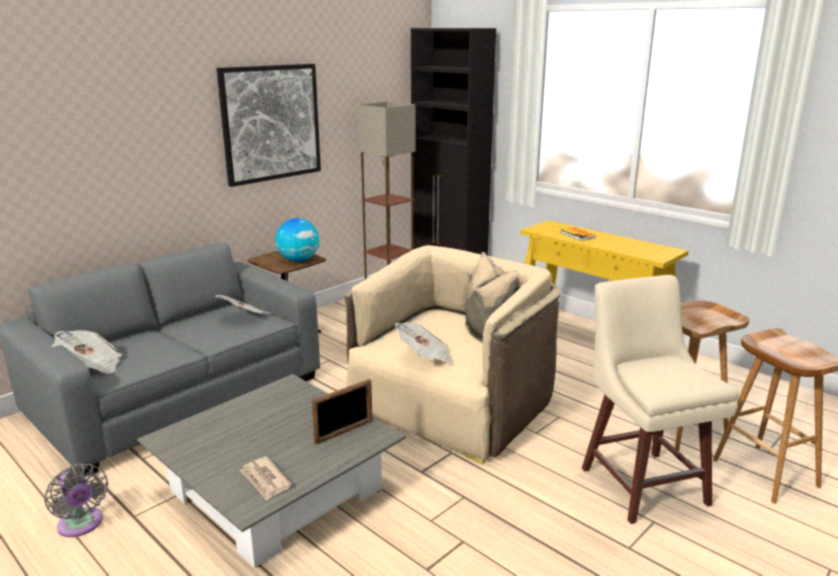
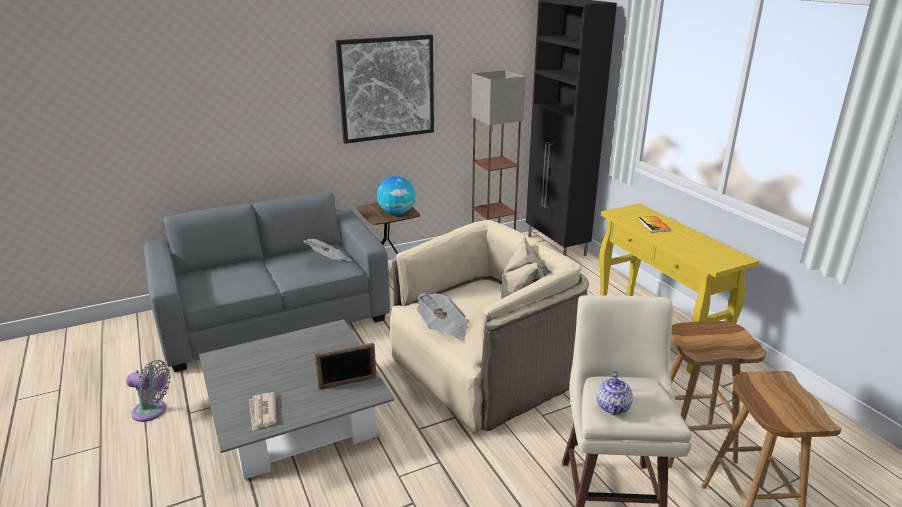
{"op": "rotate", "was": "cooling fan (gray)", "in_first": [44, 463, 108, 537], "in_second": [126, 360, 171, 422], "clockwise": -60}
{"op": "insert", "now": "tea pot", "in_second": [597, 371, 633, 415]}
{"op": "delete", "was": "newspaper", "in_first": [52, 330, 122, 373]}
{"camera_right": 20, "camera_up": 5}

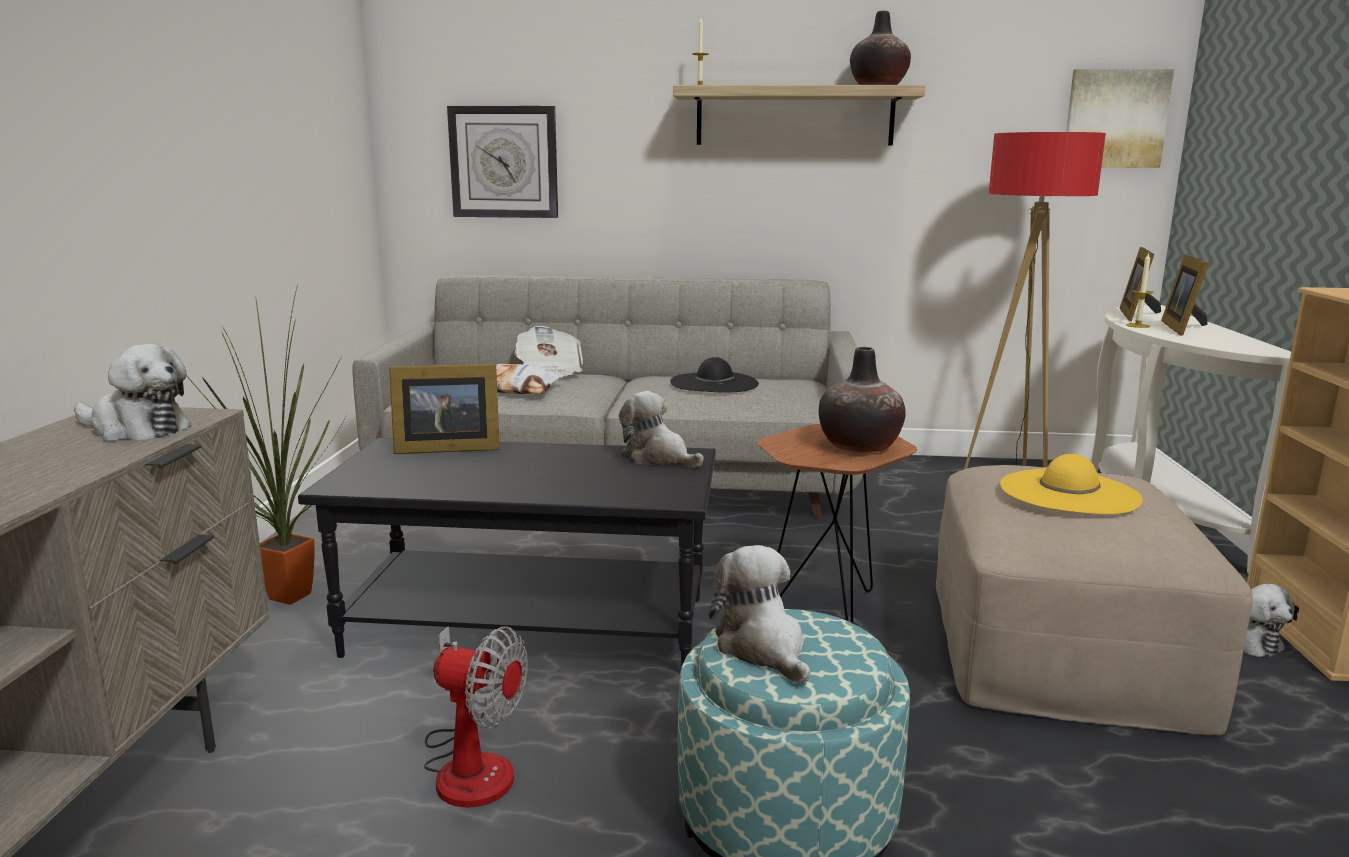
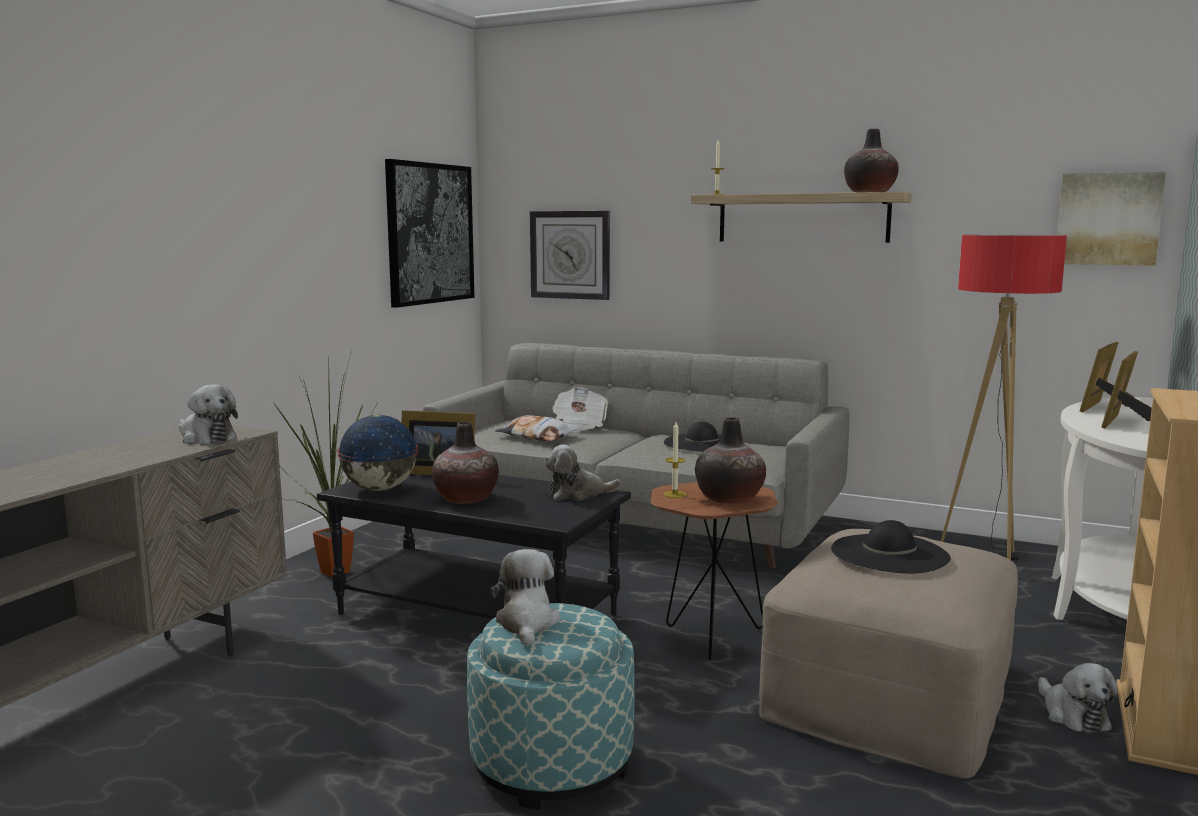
{"op": "insert", "now": "globe", "in_second": [337, 415, 418, 491]}
{"op": "insert", "now": "wall art", "in_second": [385, 159, 474, 308]}
{"op": "insert", "now": "decorative vase", "in_second": [432, 421, 499, 504]}
{"op": "rotate", "was": "cuddly toy", "in_first": [619, 391, 704, 468], "in_second": [544, 445, 621, 500], "clockwise": -75}
{"op": "move", "was": "wax candle", "in_first": [1126, 252, 1153, 328], "in_second": [663, 422, 686, 498]}
{"op": "recolor", "was": "hat (yellow)", "now": "hat (blackish)", "in_first": [1000, 454, 1143, 514], "in_second": [831, 520, 951, 574]}
{"op": "delete", "was": "cooling fan", "in_first": [424, 626, 528, 808]}
{"camera_right": 20, "camera_up": -5}

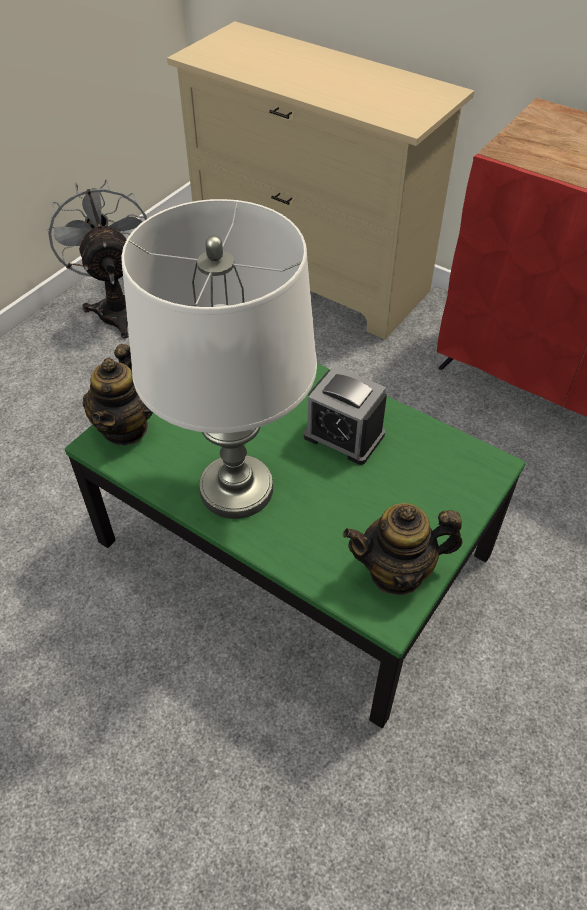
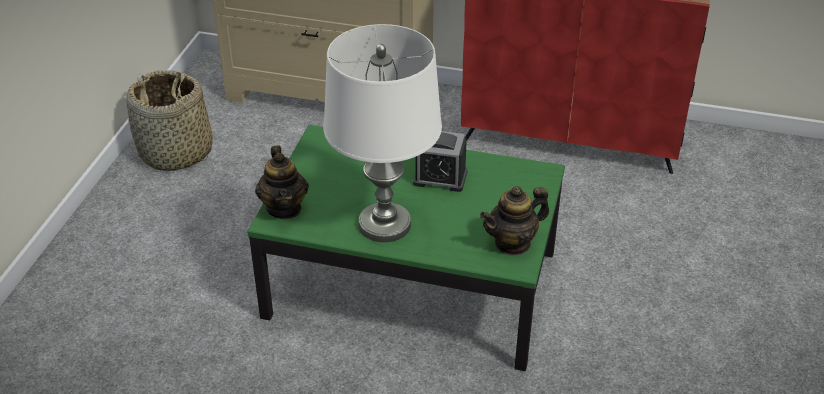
{"op": "replace", "was": "cooling fan (gray)", "now": "basket", "in_first": [48, 179, 147, 338], "in_second": [127, 70, 213, 171]}
{"camera_right": -20, "camera_up": -10}

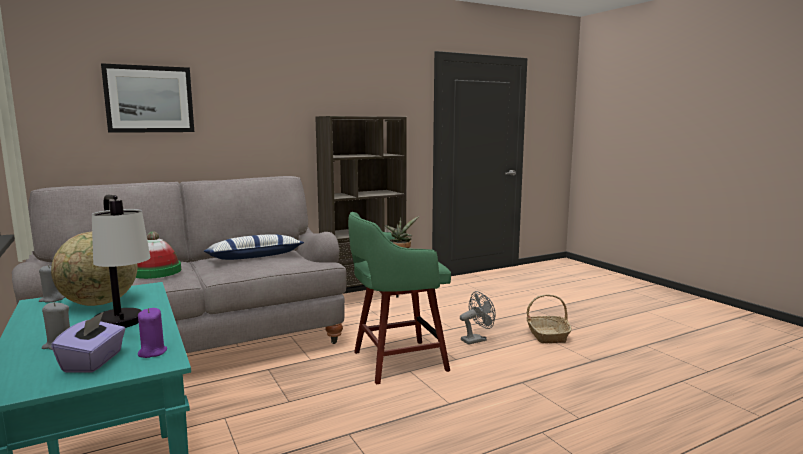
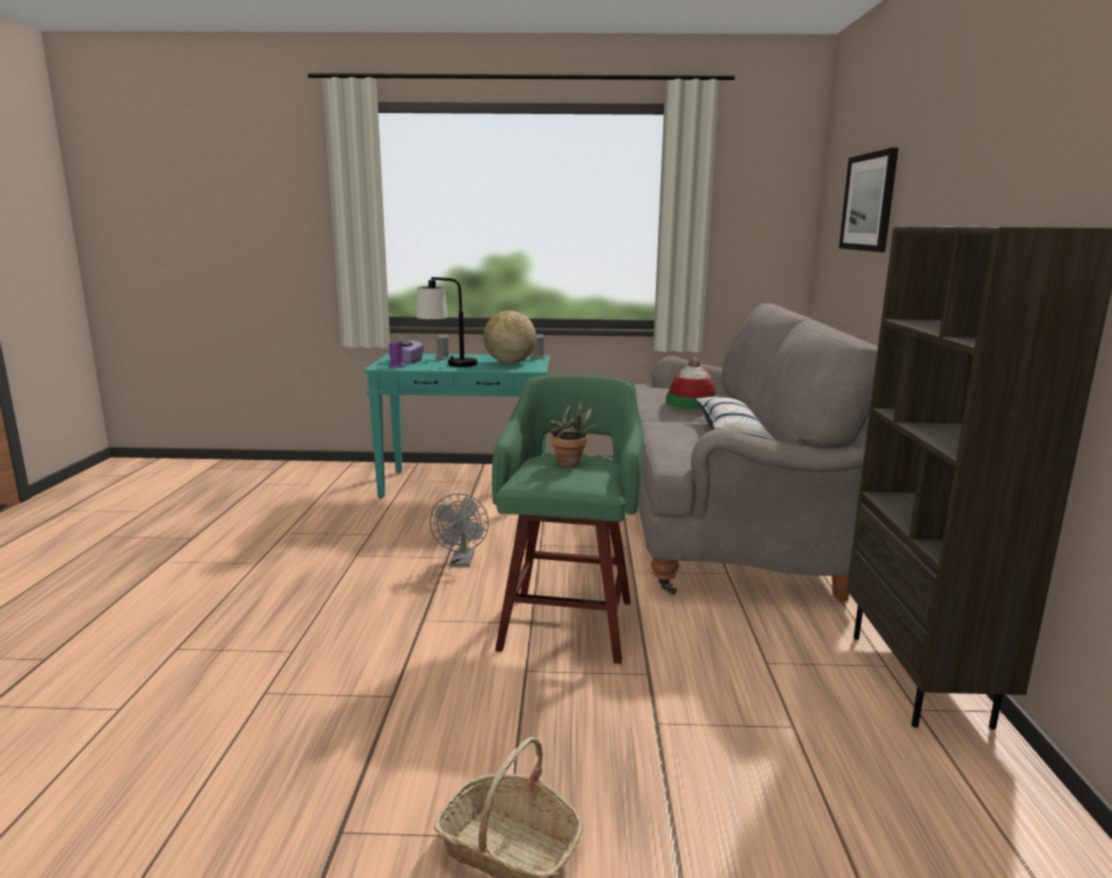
{"op": "move", "was": "cooling fan (gray)", "in_first": [460, 291, 496, 345], "in_second": [430, 493, 489, 567]}
{"camera_right": 120, "camera_up": 5}

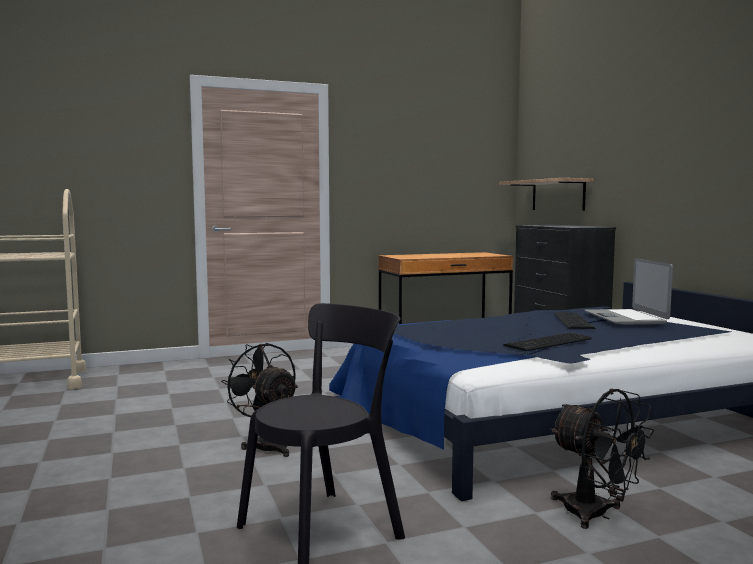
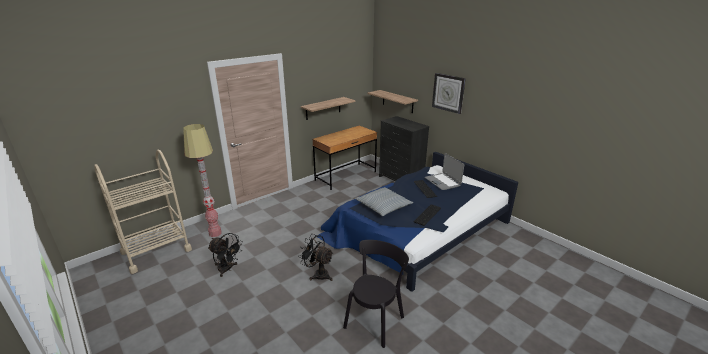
{"op": "insert", "now": "standing lamp", "in_second": [183, 124, 221, 237]}
{"op": "move", "was": "cooling fan (blackish)", "in_first": [550, 388, 654, 529], "in_second": [208, 233, 243, 277]}
{"op": "insert", "now": "wall shelf", "in_second": [301, 97, 356, 120]}
{"op": "insert", "now": "throw pillow", "in_second": [355, 187, 413, 216]}
{"op": "insert", "now": "hanging clock", "in_second": [432, 73, 466, 114]}
{"camera_right": -20, "camera_up": 20}

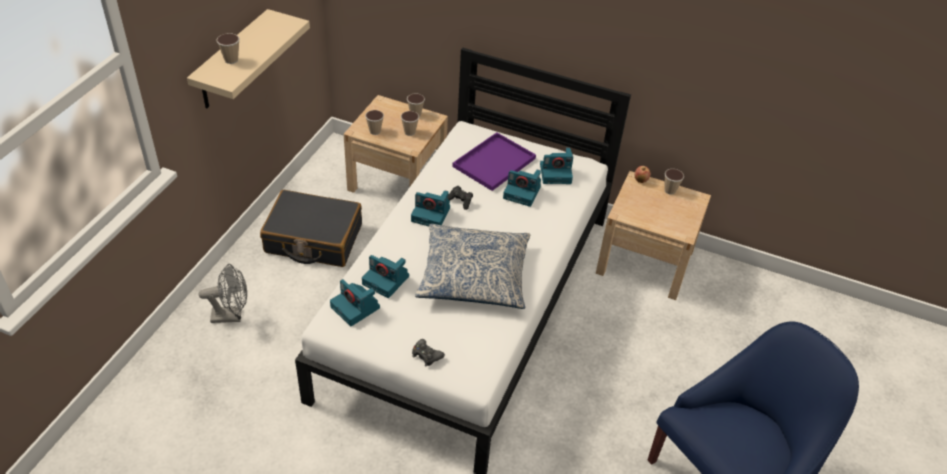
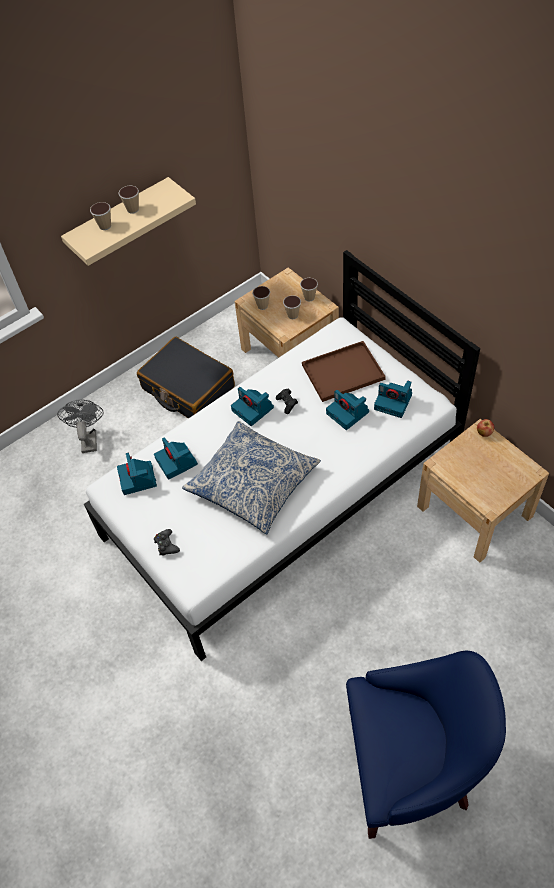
{"op": "rotate", "was": "cooling fan (gray)", "in_first": [198, 264, 247, 323], "in_second": [57, 400, 104, 453], "clockwise": -120}
{"op": "move", "was": "drinking cup", "in_first": [664, 169, 684, 195], "in_second": [118, 186, 139, 214]}
{"op": "recolor", "was": "carrying tray (purple)", "now": "carrying tray (brownish)", "in_first": [452, 132, 536, 191], "in_second": [302, 341, 386, 402]}
{"camera_right": 35, "camera_up": 10}

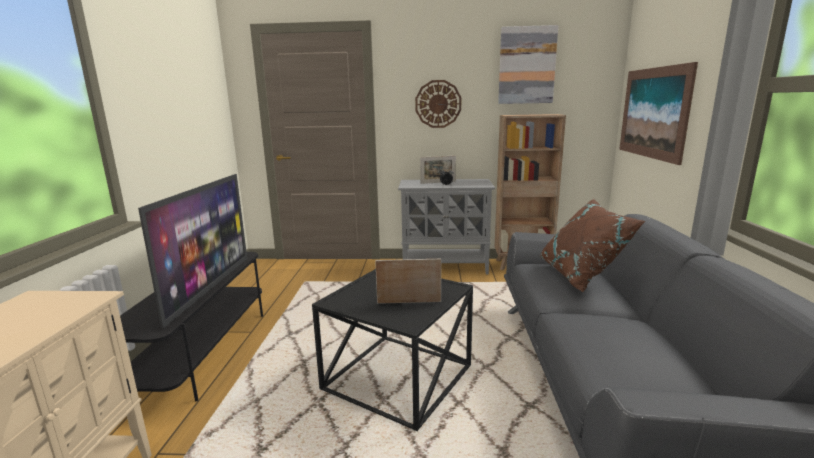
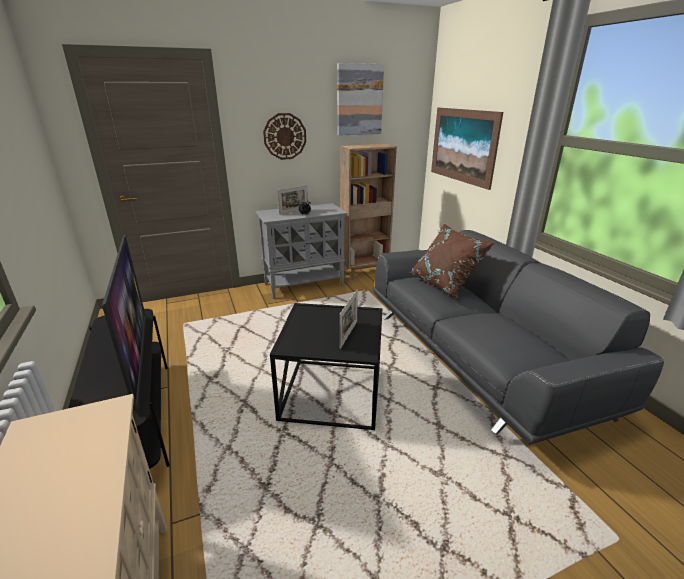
{"op": "rotate", "was": "standing frame", "in_first": [375, 259, 441, 304], "in_second": [339, 290, 358, 349], "clockwise": 135}
{"camera_right": -25, "camera_up": 10}

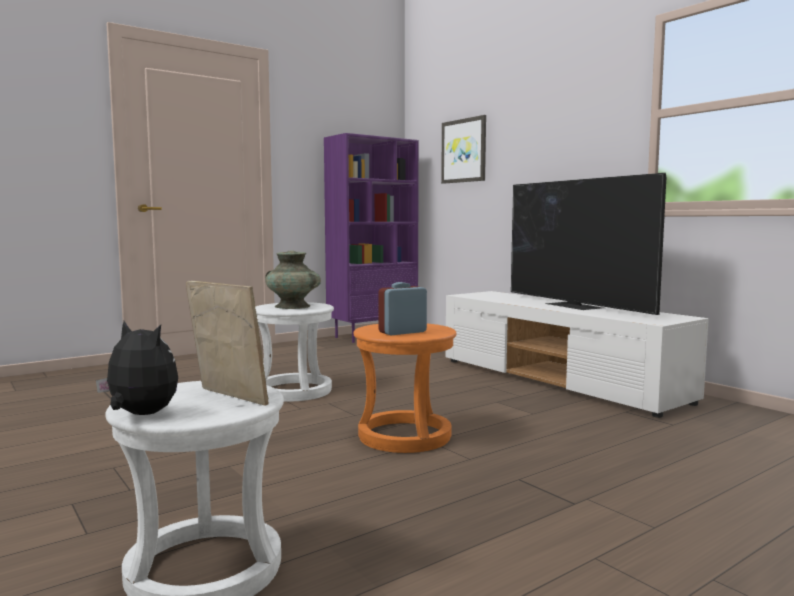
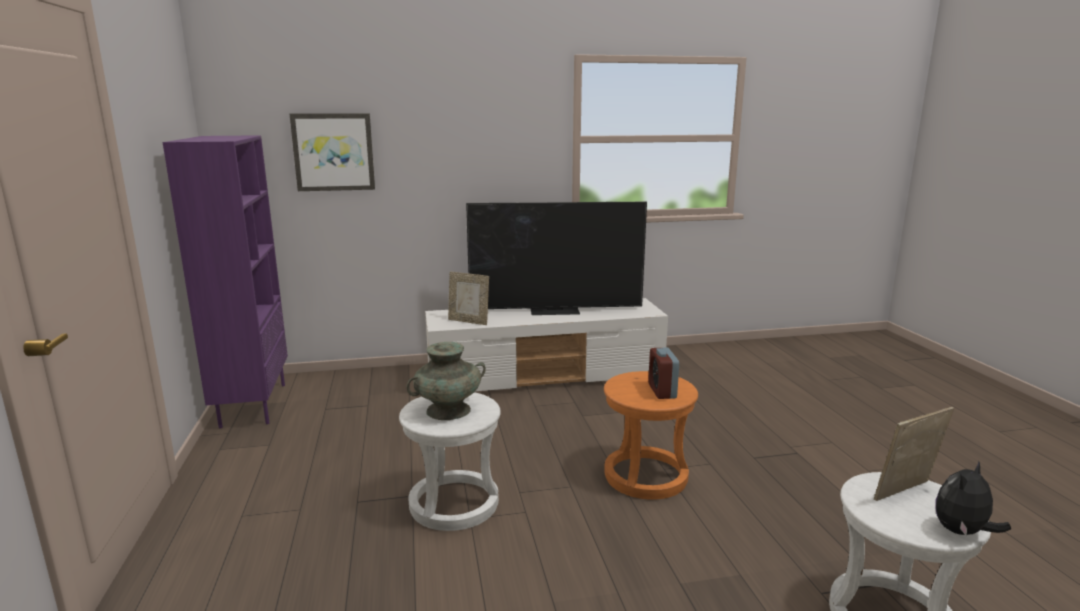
{"op": "insert", "now": "standing frame", "in_second": [448, 272, 489, 325]}
{"camera_right": -65, "camera_up": 10}

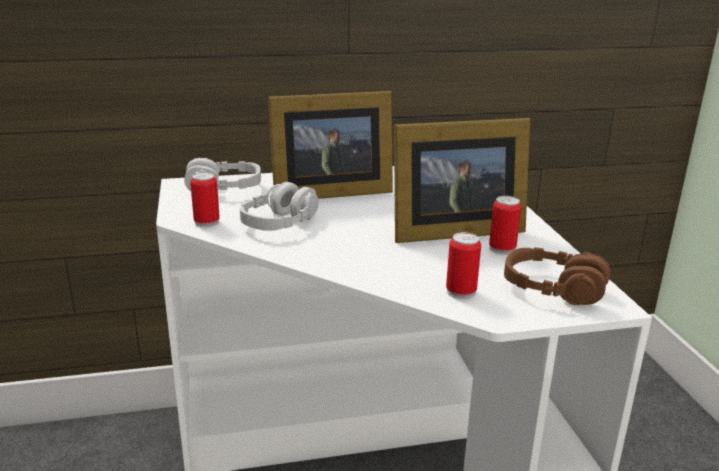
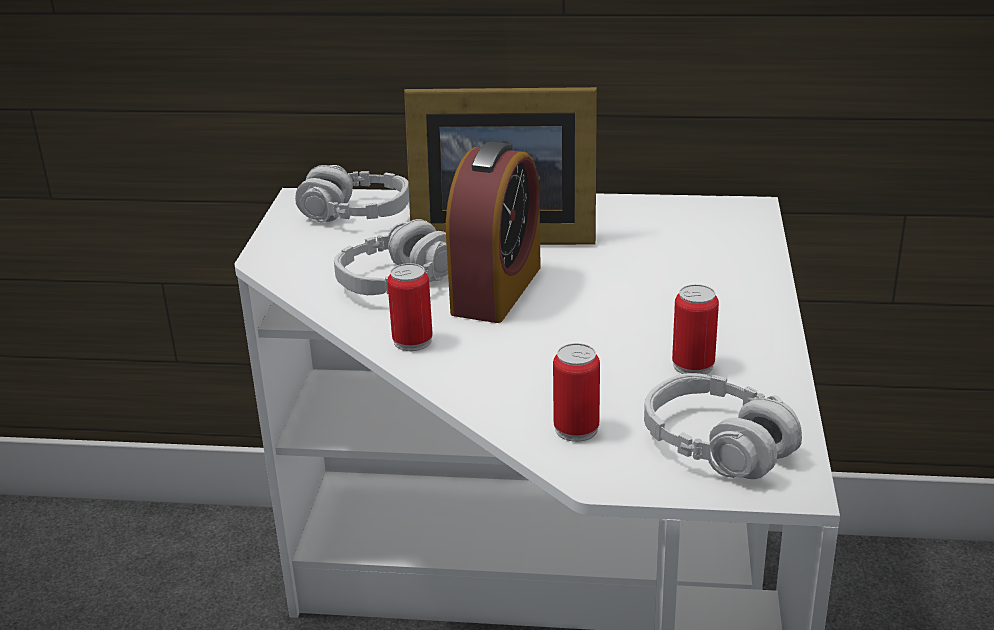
{"op": "move", "was": "sealed can", "in_first": [190, 172, 220, 227], "in_second": [387, 263, 433, 351]}
{"op": "insert", "now": "bedside clock", "in_second": [446, 142, 541, 323]}
{"op": "recolor", "was": "pair of headphones (brownish)", "now": "pair of headphones (gray)", "in_first": [504, 247, 610, 305], "in_second": [644, 373, 802, 479]}
{"op": "delete", "was": "standing frame", "in_first": [394, 118, 530, 243]}
{"camera_right": 20, "camera_up": 5}

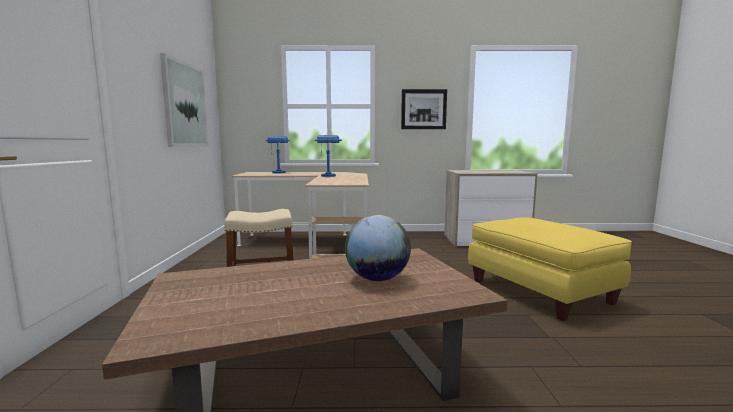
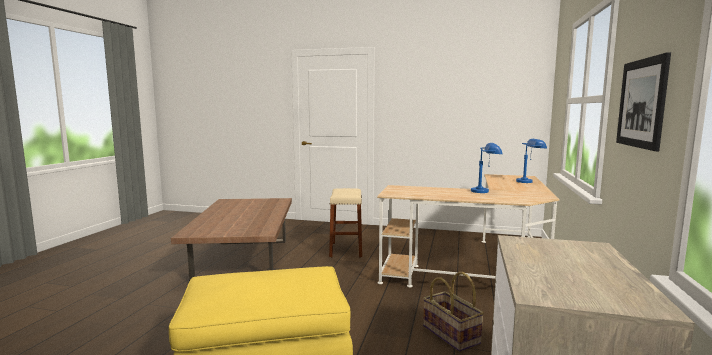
{"op": "insert", "now": "basket", "in_second": [423, 272, 484, 352]}
{"op": "delete", "was": "wall art", "in_first": [160, 53, 209, 147]}
{"op": "delete", "was": "globe", "in_first": [345, 215, 411, 281]}
{"camera_right": 105, "camera_up": 0}

